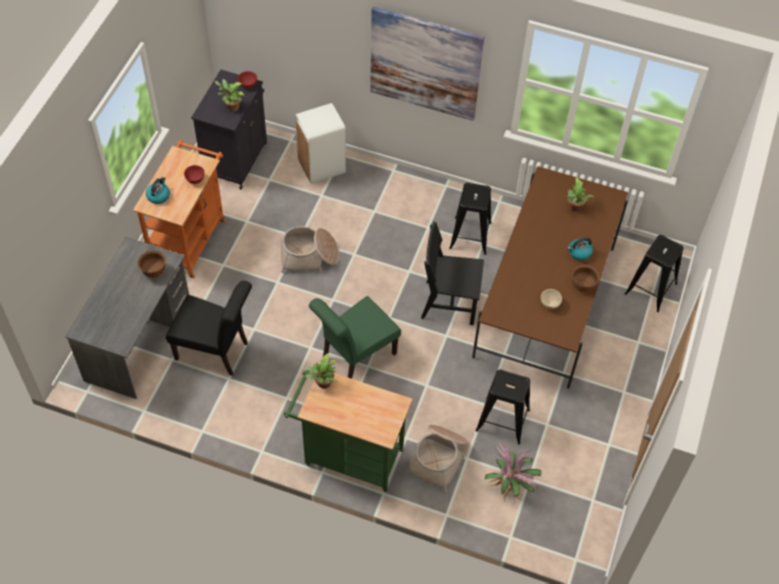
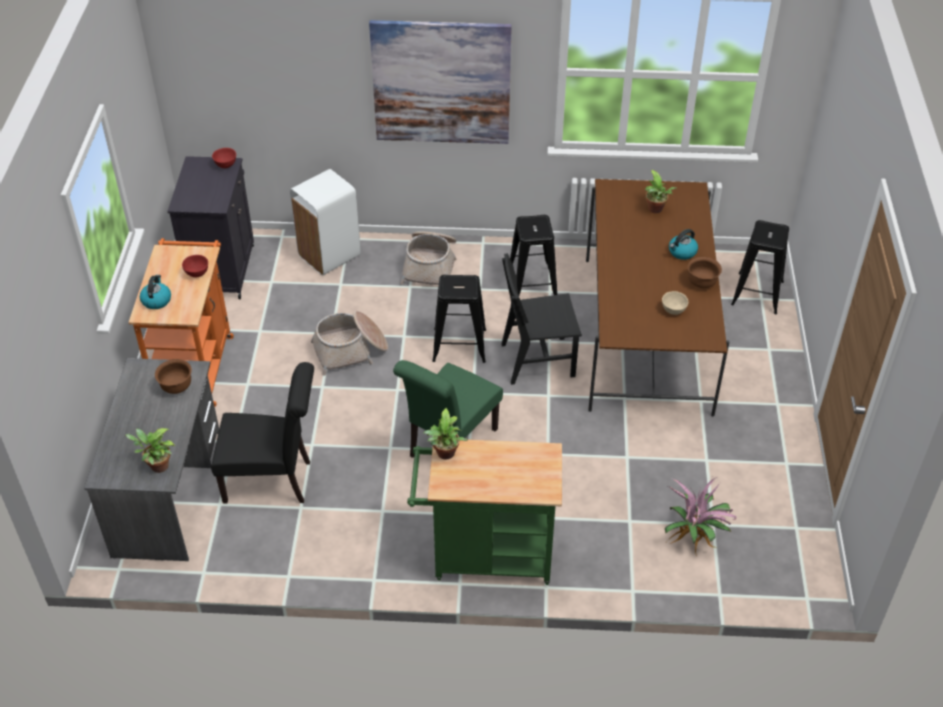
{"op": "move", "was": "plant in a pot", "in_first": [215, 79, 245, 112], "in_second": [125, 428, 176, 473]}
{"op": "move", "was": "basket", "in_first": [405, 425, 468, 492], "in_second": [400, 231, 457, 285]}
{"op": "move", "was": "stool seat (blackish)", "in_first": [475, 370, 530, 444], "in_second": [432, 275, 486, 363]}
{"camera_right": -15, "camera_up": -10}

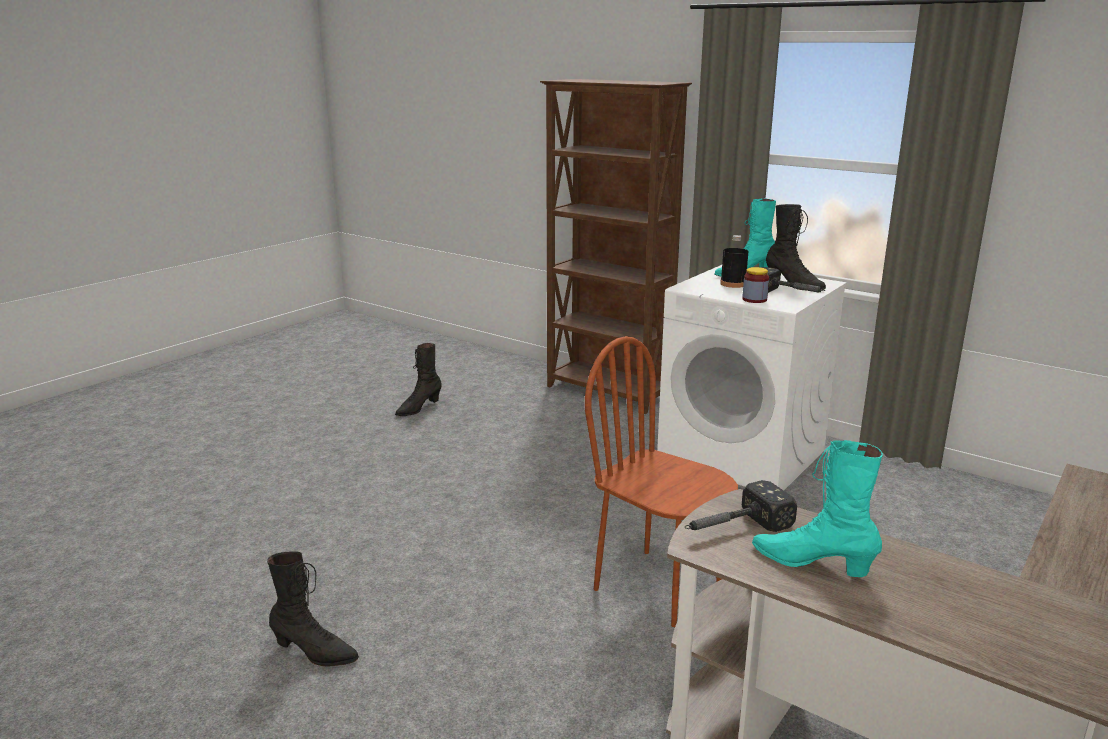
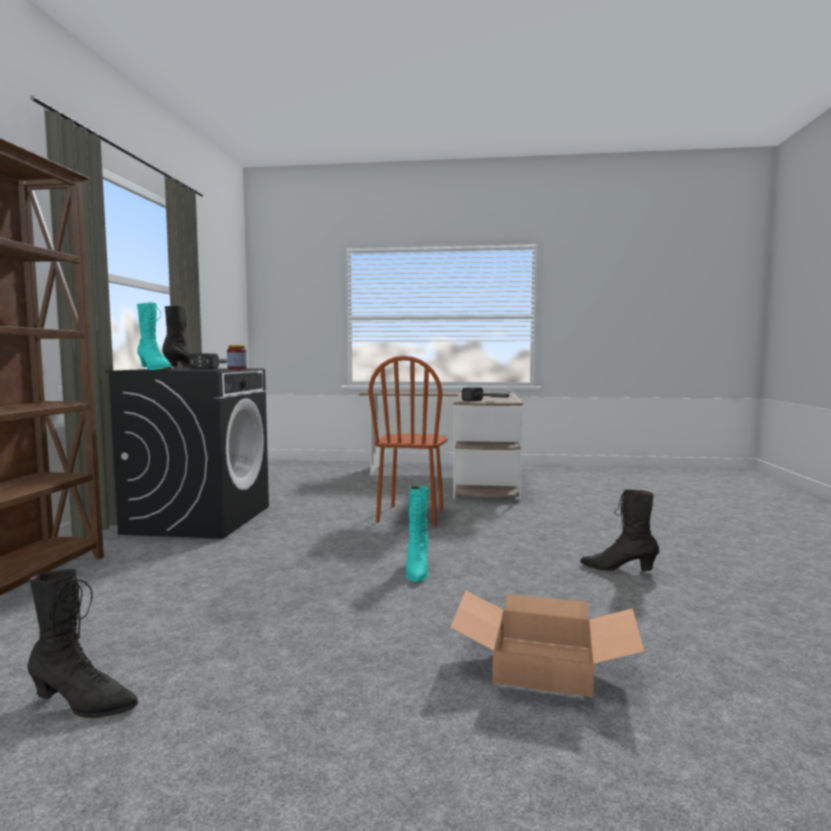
{"op": "recolor", "was": "laundry appliance (white)", "now": "laundry appliance (blackish)", "in_first": [657, 265, 847, 490], "in_second": [105, 368, 269, 539]}
{"op": "move", "was": "tall boot (turquoise-coloured)", "in_first": [752, 440, 883, 577], "in_second": [406, 486, 429, 582]}
{"op": "insert", "now": "carton", "in_second": [450, 591, 644, 697]}
{"op": "rotate", "was": "tall boot (blackish)", "in_first": [267, 551, 359, 667], "in_second": [580, 490, 659, 571], "clockwise": -60}
{"op": "delete", "was": "bottle (blackish)", "in_first": [720, 235, 748, 288]}
{"camera_right": -120, "camera_up": -15}

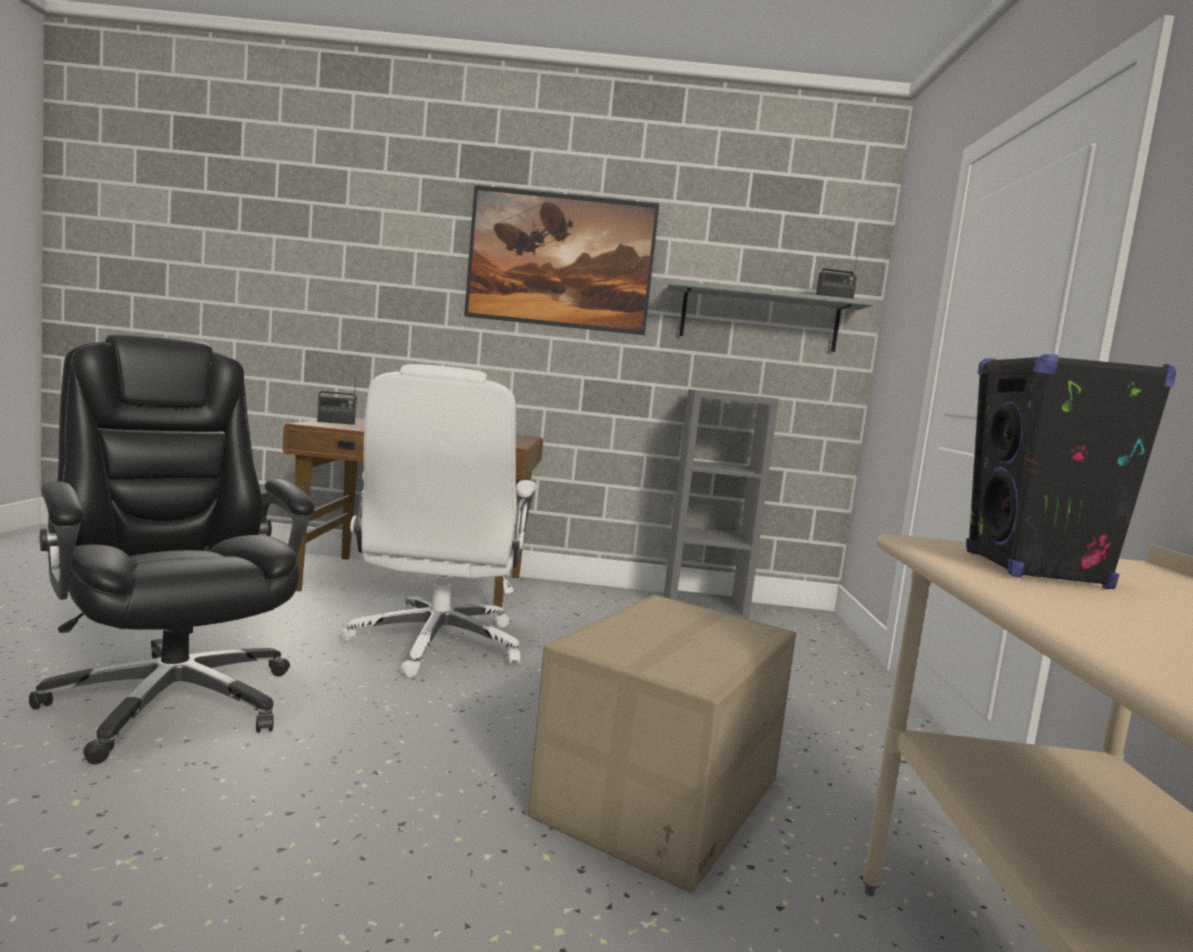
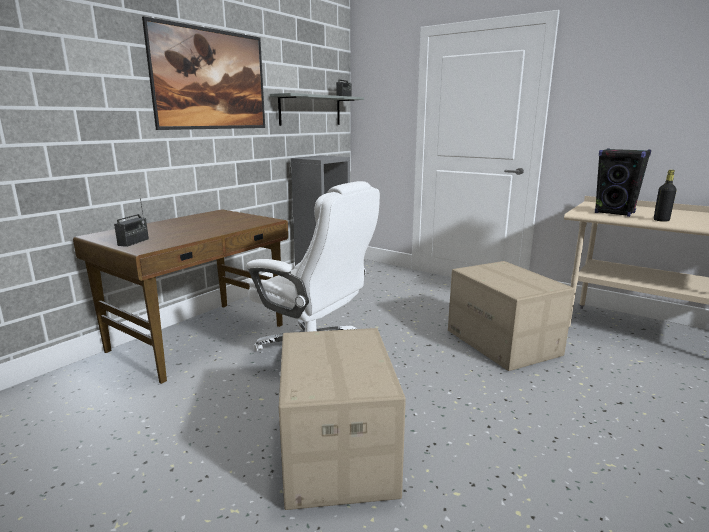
{"op": "replace", "was": "office chair (blackish)", "now": "carton", "in_first": [29, 334, 315, 764], "in_second": [279, 328, 406, 510]}
{"op": "insert", "now": "bottle (blackish)", "in_second": [654, 170, 677, 222]}
{"camera_right": -55, "camera_up": 10}

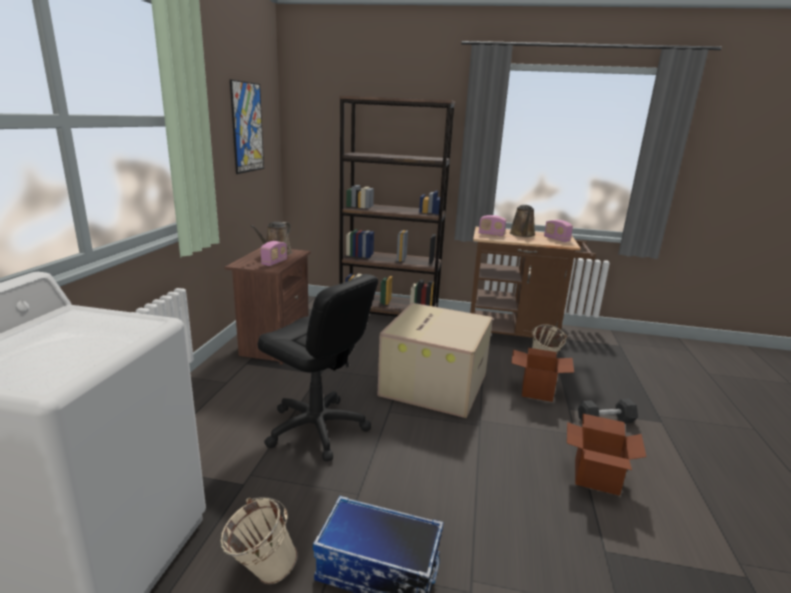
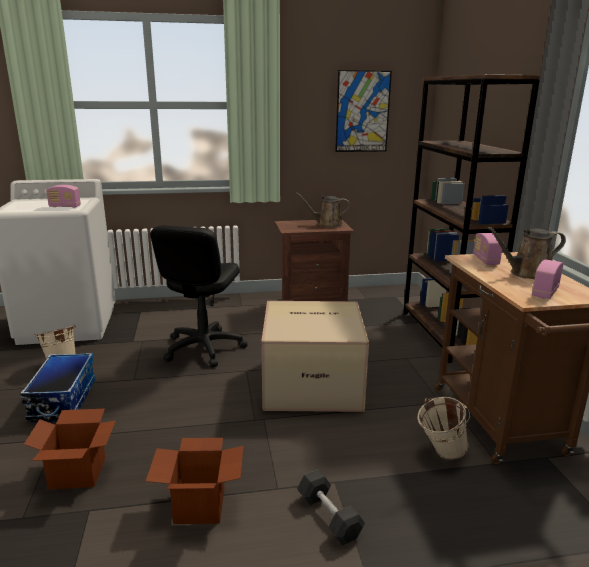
{"op": "move", "was": "carton", "in_first": [511, 348, 574, 402], "in_second": [24, 409, 116, 489]}
{"op": "move", "was": "radio", "in_first": [261, 241, 287, 266], "in_second": [46, 185, 81, 208]}
{"camera_right": 70, "camera_up": 0}

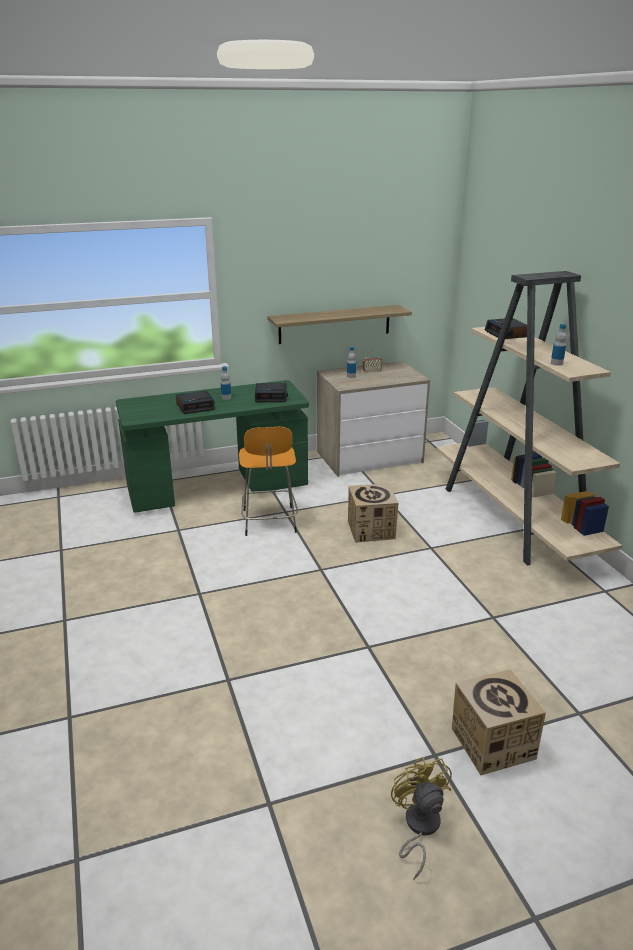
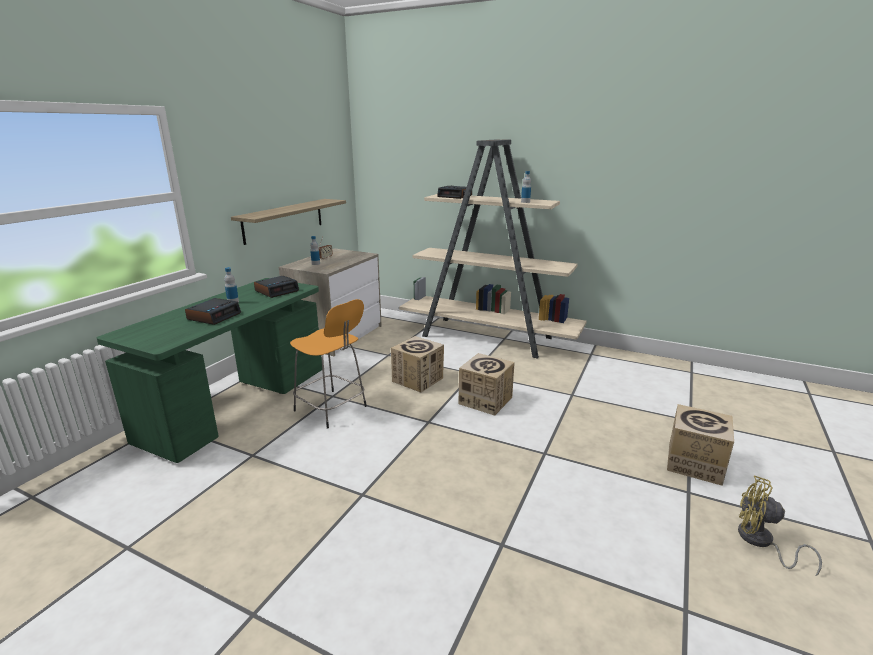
{"op": "insert", "now": "carton", "in_second": [458, 353, 515, 415]}
{"camera_right": -45, "camera_up": -5}

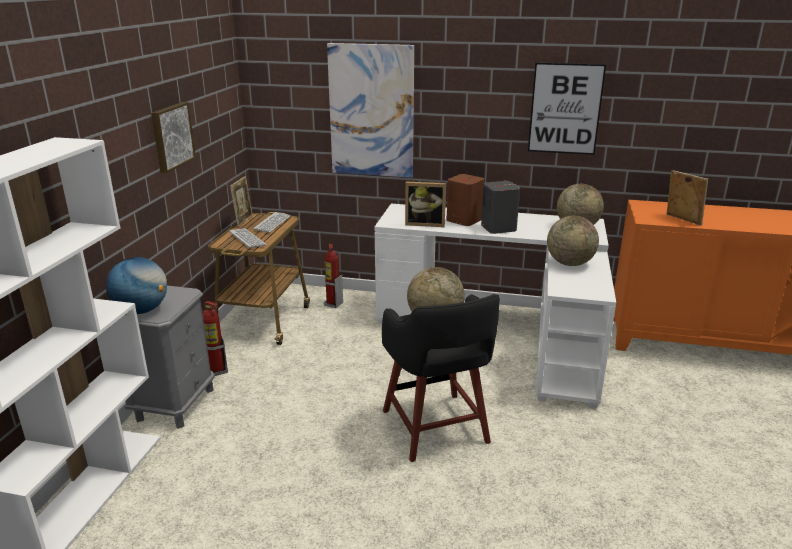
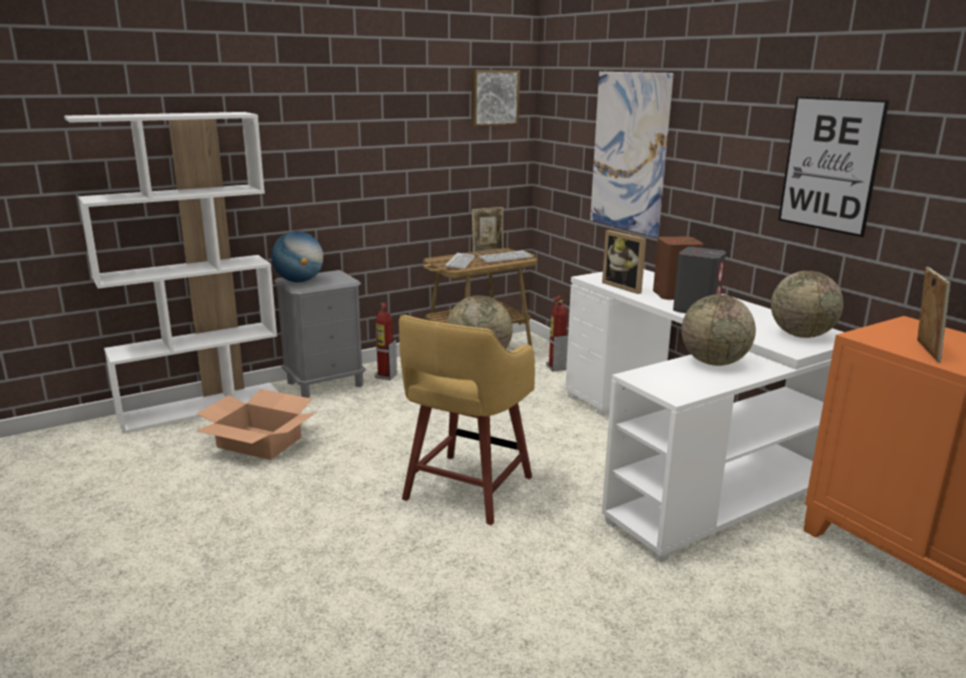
{"op": "insert", "now": "carton", "in_second": [196, 389, 316, 460]}
{"op": "recolor", "was": "stool seat (blackish)", "now": "stool seat (yellow)", "in_first": [382, 294, 500, 462], "in_second": [399, 315, 535, 525]}
{"op": "move", "was": "wall art", "in_first": [151, 102, 196, 173], "in_second": [472, 70, 520, 126]}
{"camera_right": 45, "camera_up": -5}

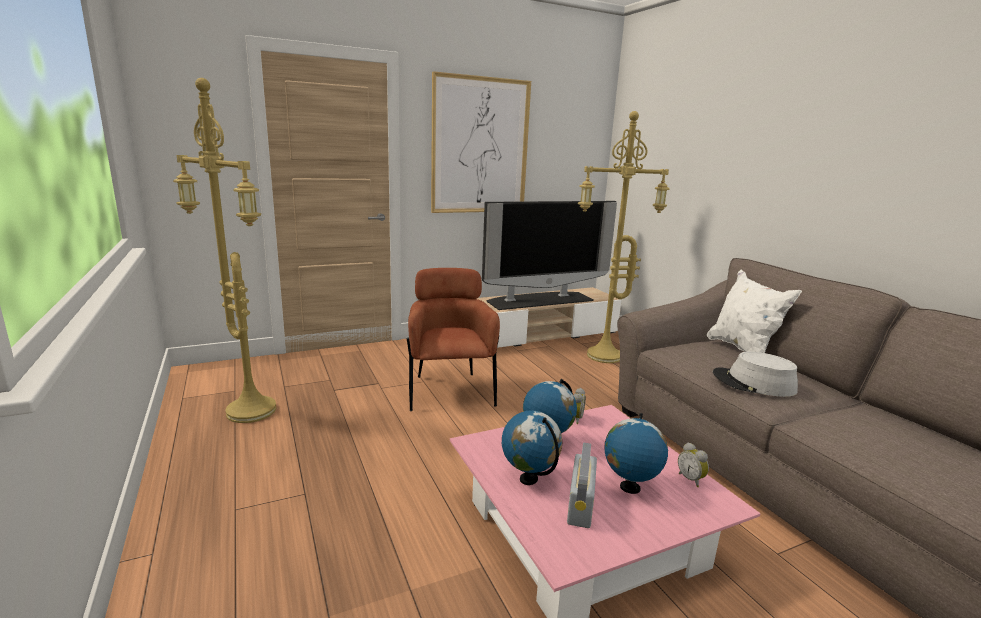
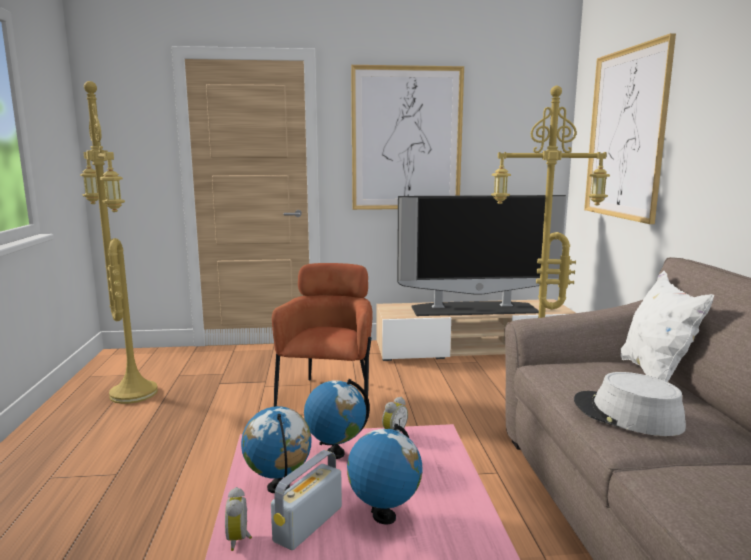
{"op": "move", "was": "bedside clock", "in_first": [678, 443, 709, 487], "in_second": [225, 487, 252, 551]}
{"op": "insert", "now": "wall art", "in_second": [584, 33, 676, 224]}
{"camera_right": 20, "camera_up": -5}

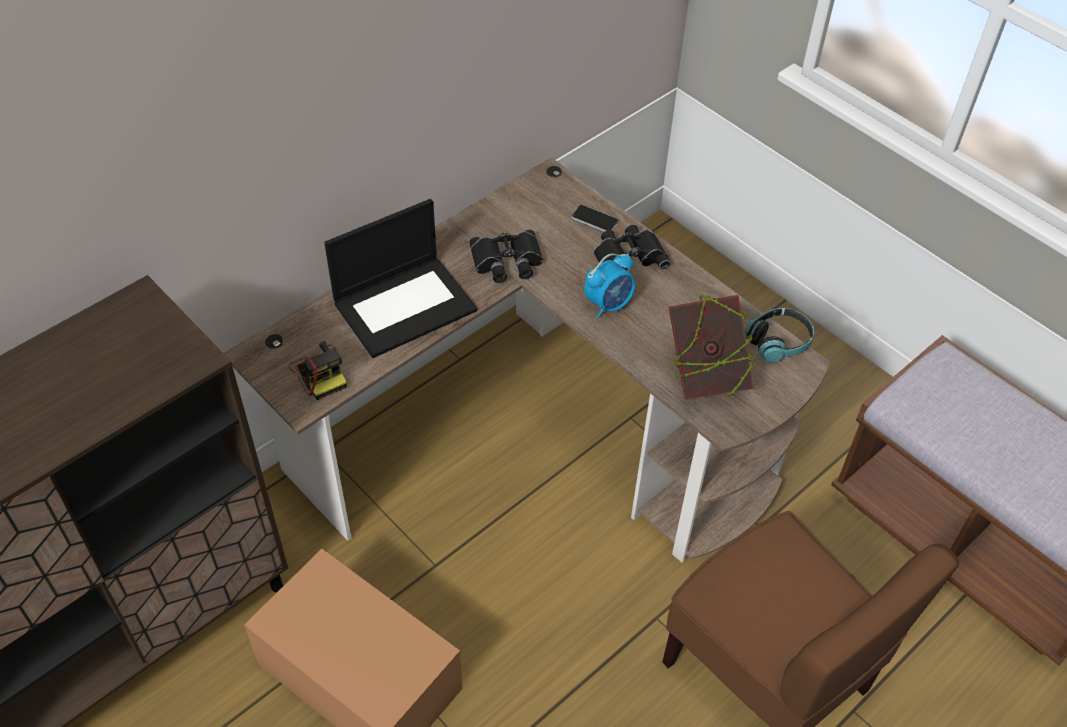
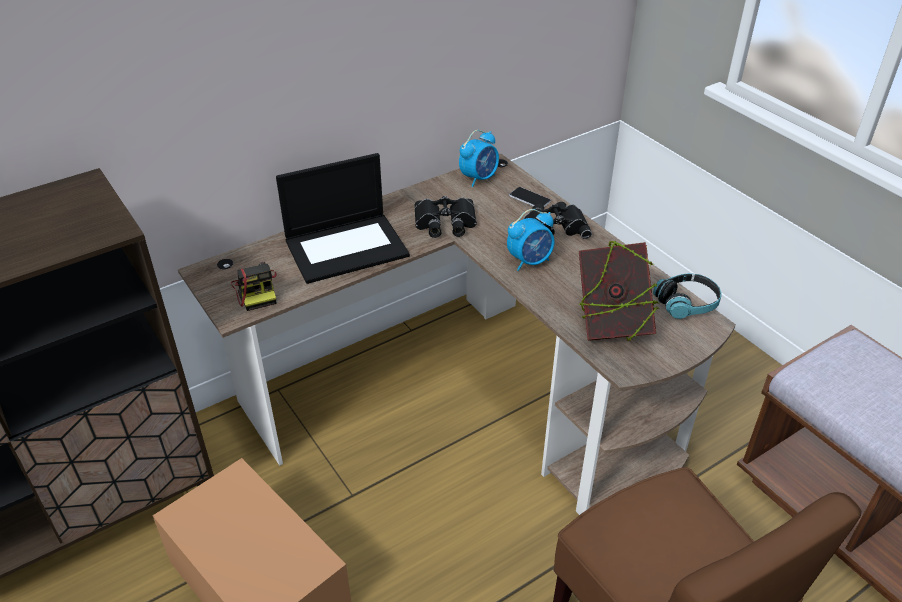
{"op": "insert", "now": "bedside clock", "in_second": [459, 130, 499, 187]}
{"camera_right": 10, "camera_up": -10}

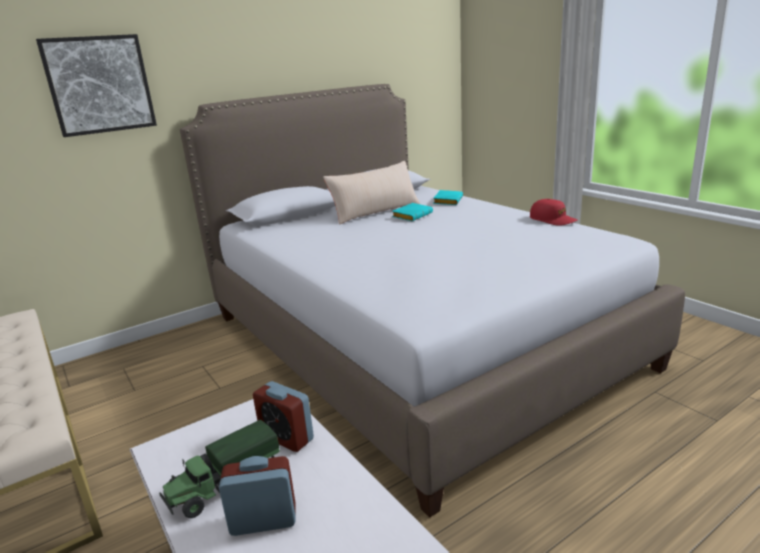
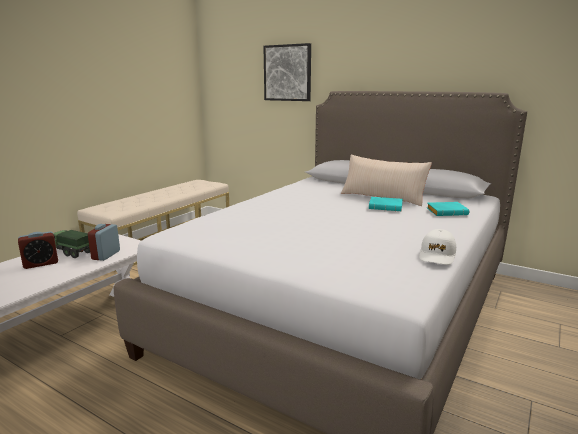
{"op": "rotate", "was": "bedside clock", "in_first": [219, 456, 296, 536], "in_second": [18, 231, 58, 269], "clockwise": 90}
{"op": "recolor", "was": "peaked cap (red)", "now": "peaked cap (white)", "in_first": [530, 199, 577, 226], "in_second": [419, 229, 456, 265]}
{"camera_right": 65, "camera_up": -5}

